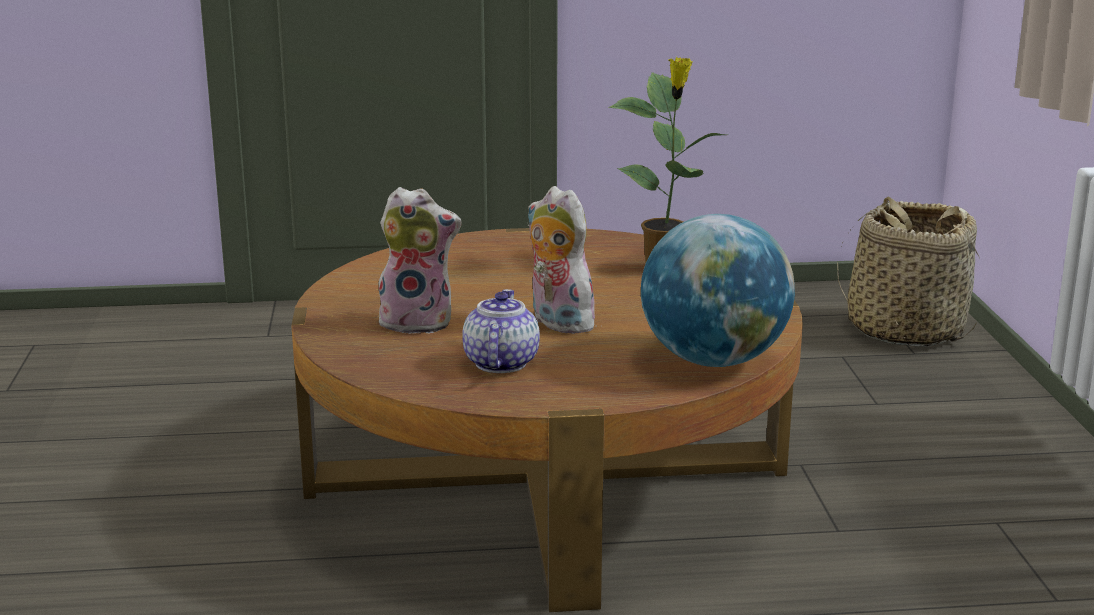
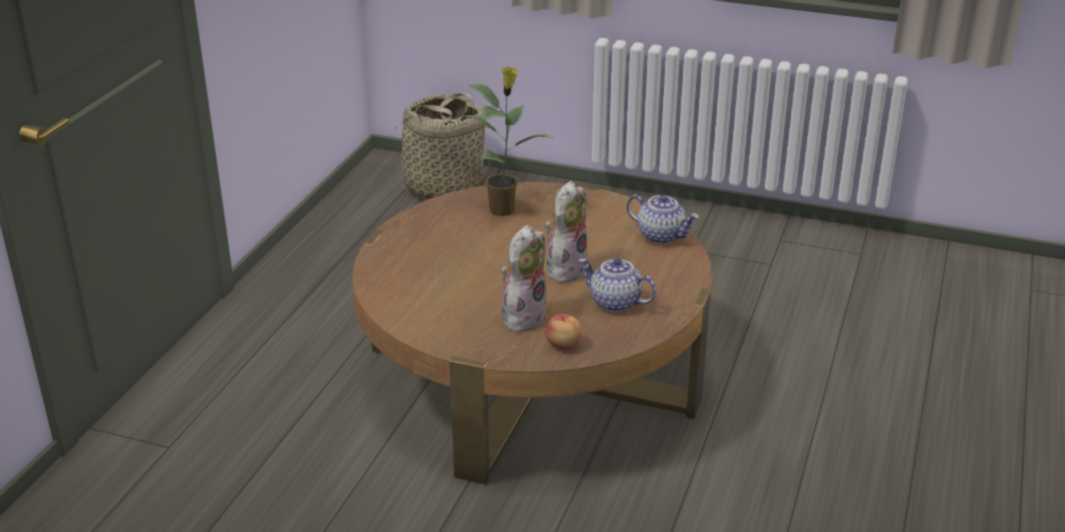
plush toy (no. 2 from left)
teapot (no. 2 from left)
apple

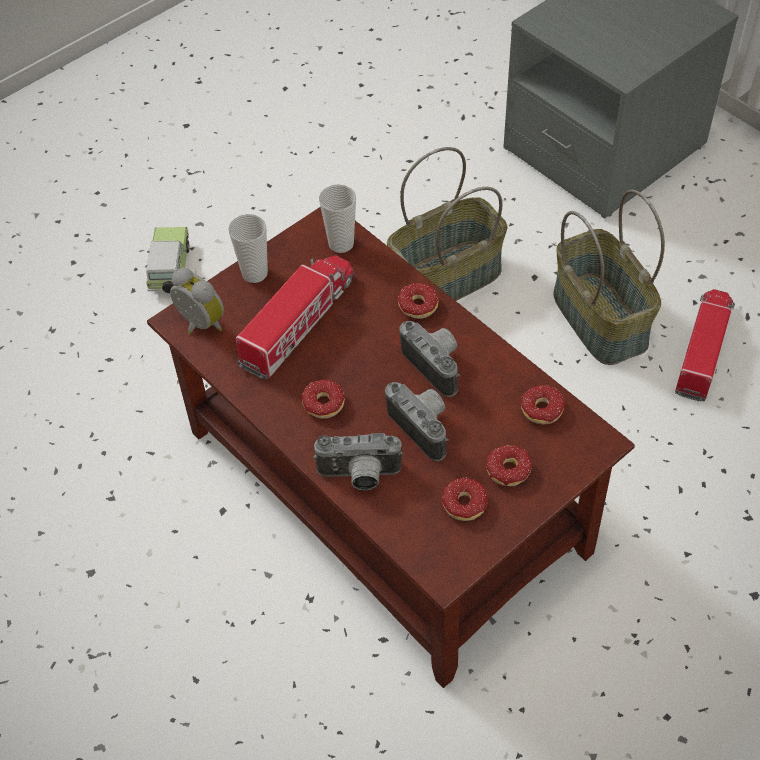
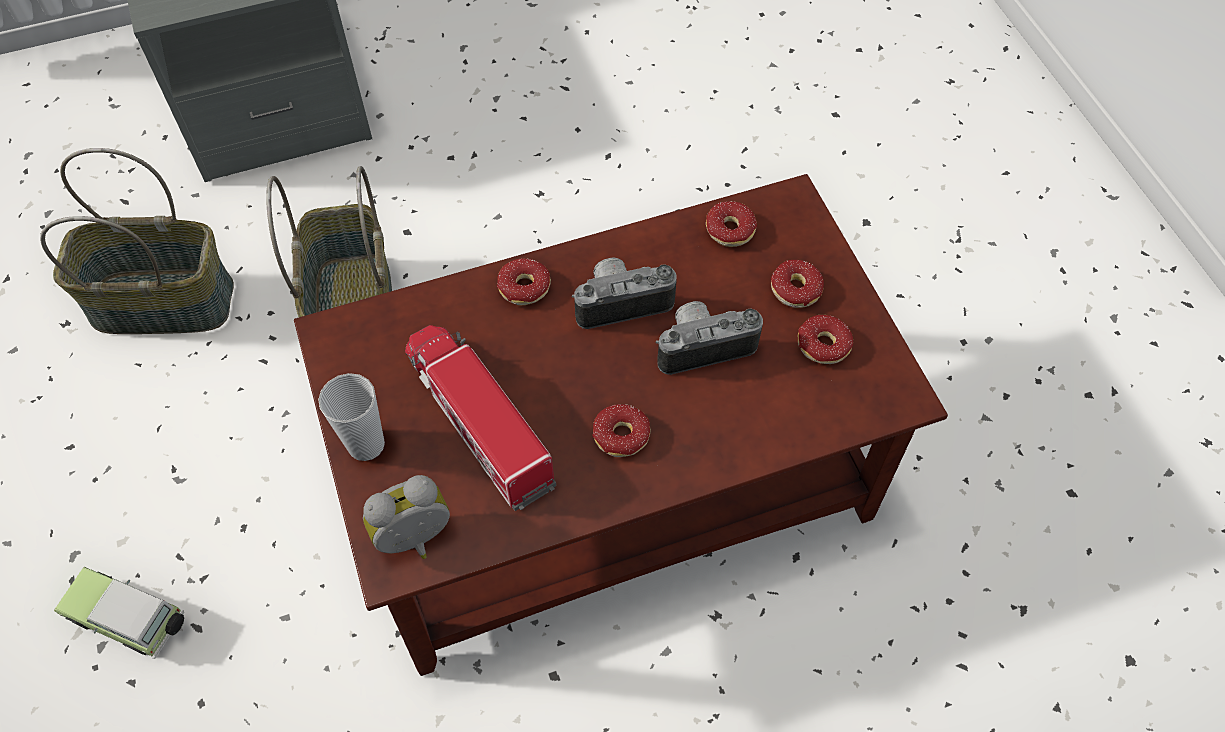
photo camera (no. 1 from left in the first image)
cup (no. 2 from left in the first image)
basket (no. 1 from left)
toy truck (no. 2 from left in the first image)

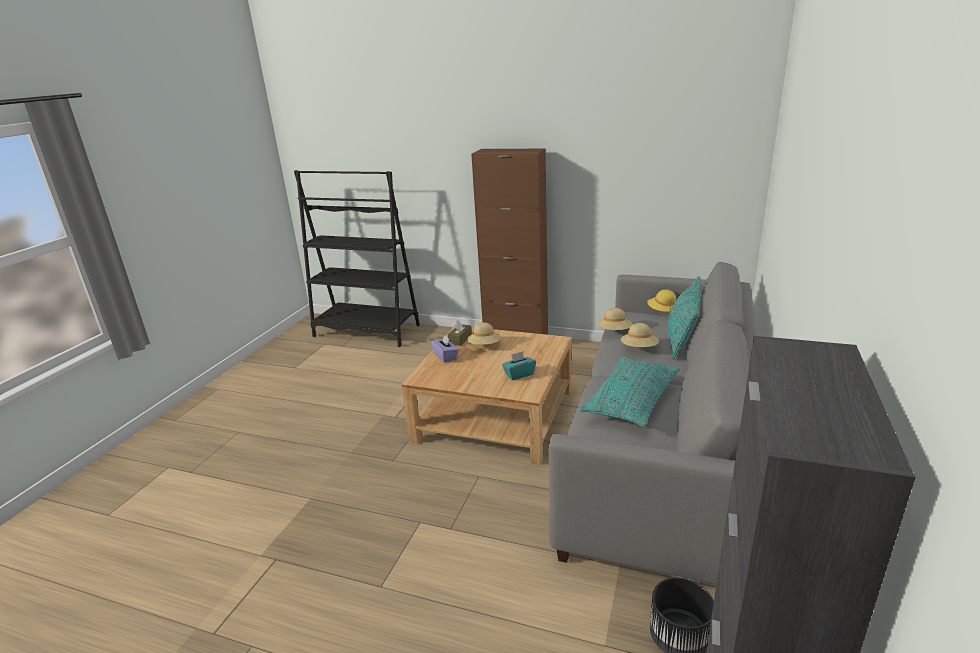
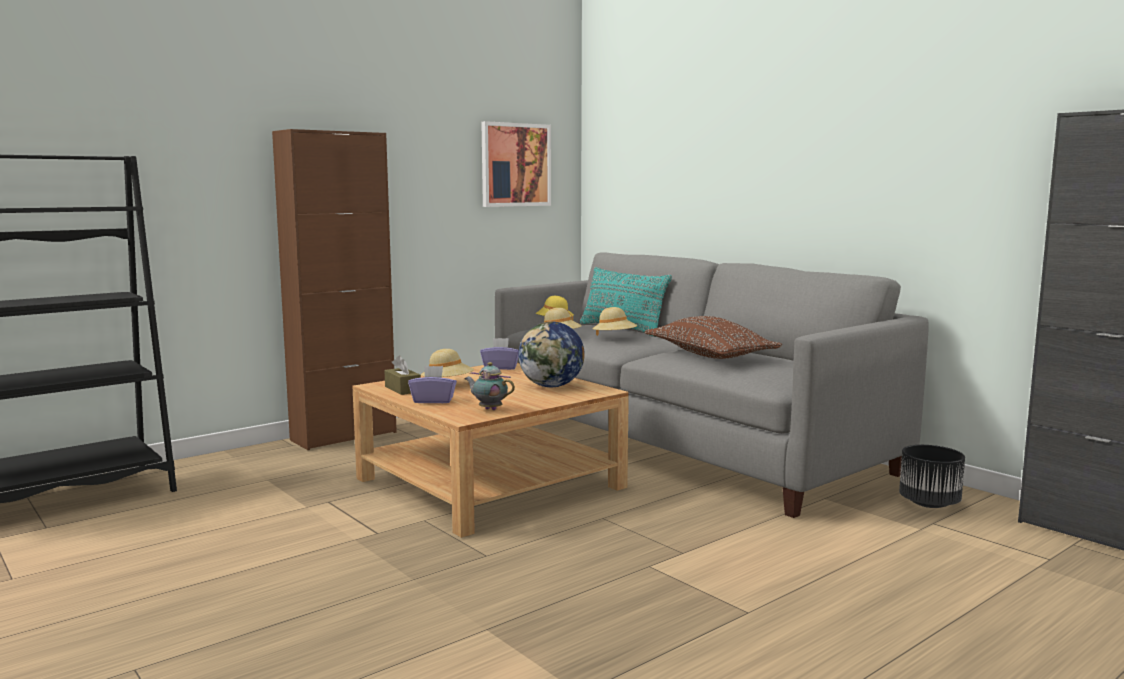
globe
brown pillow
teapot
purple tissue box (no. 2 from left)
picture

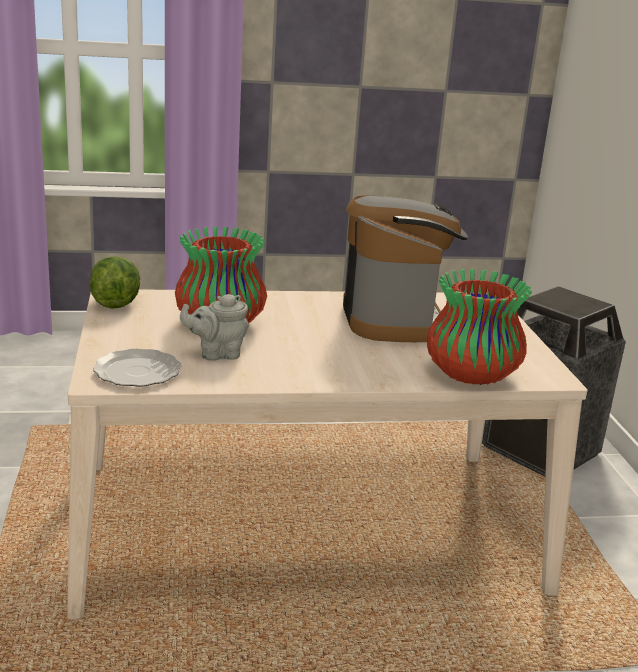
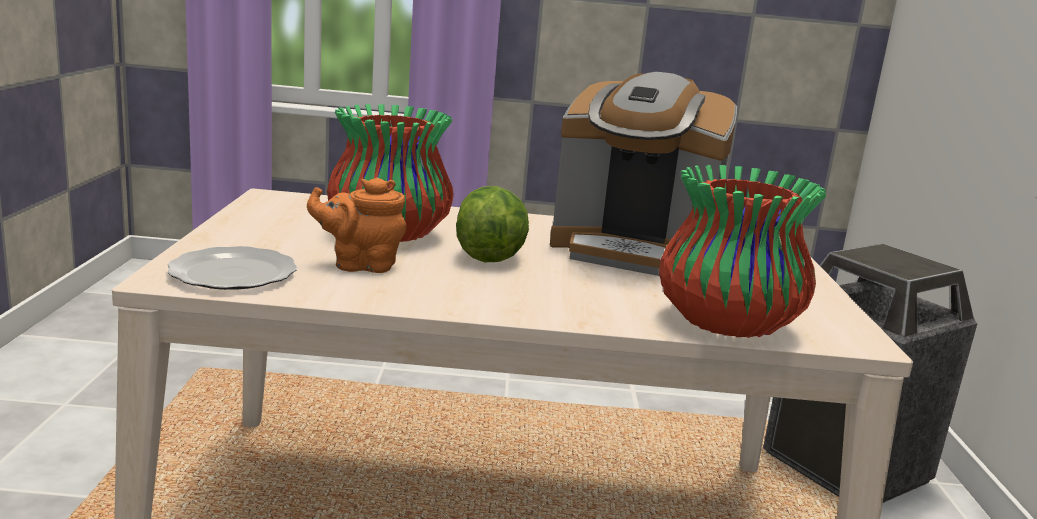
lettuce
orange teapot
coffee machine

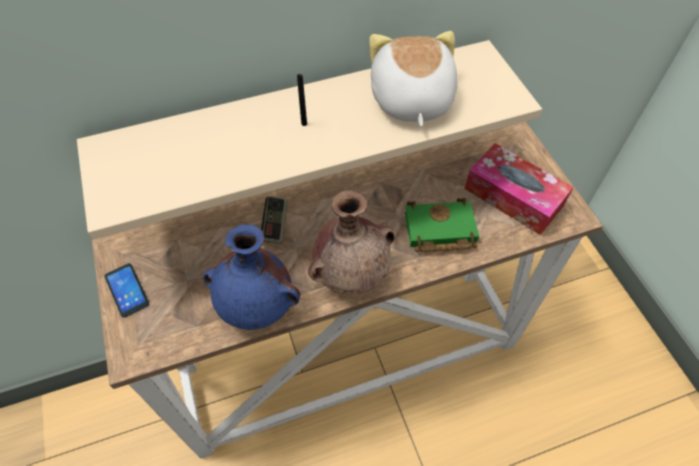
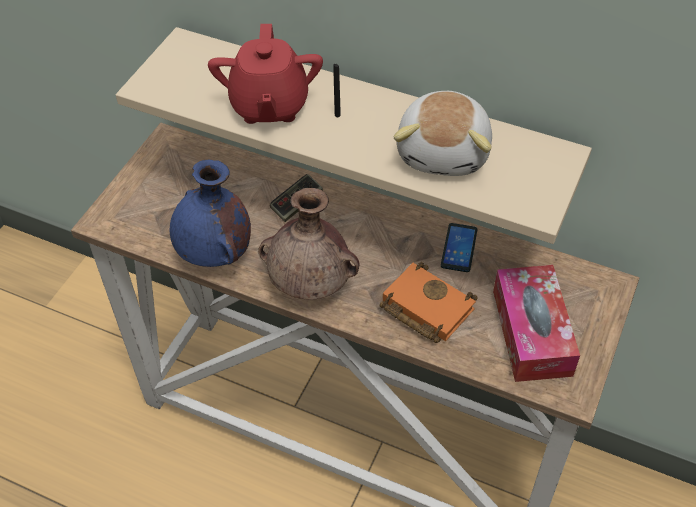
phone
plush toy
orange book
red teapot

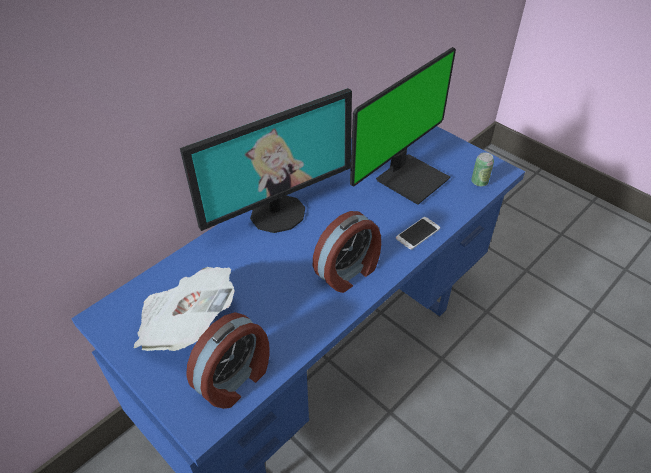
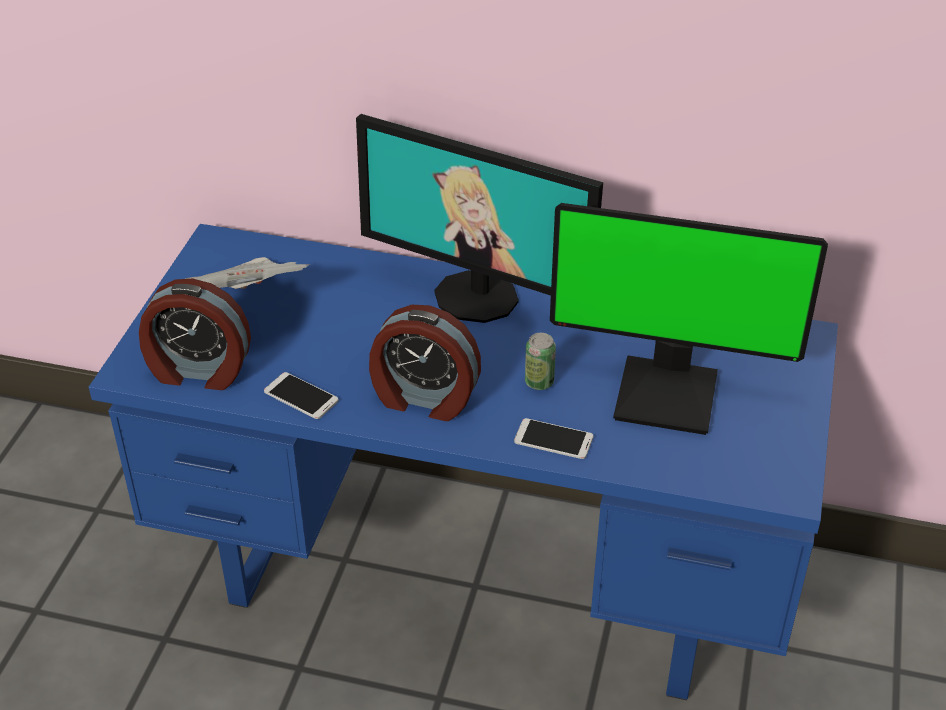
can
phone (no. 1 from left)

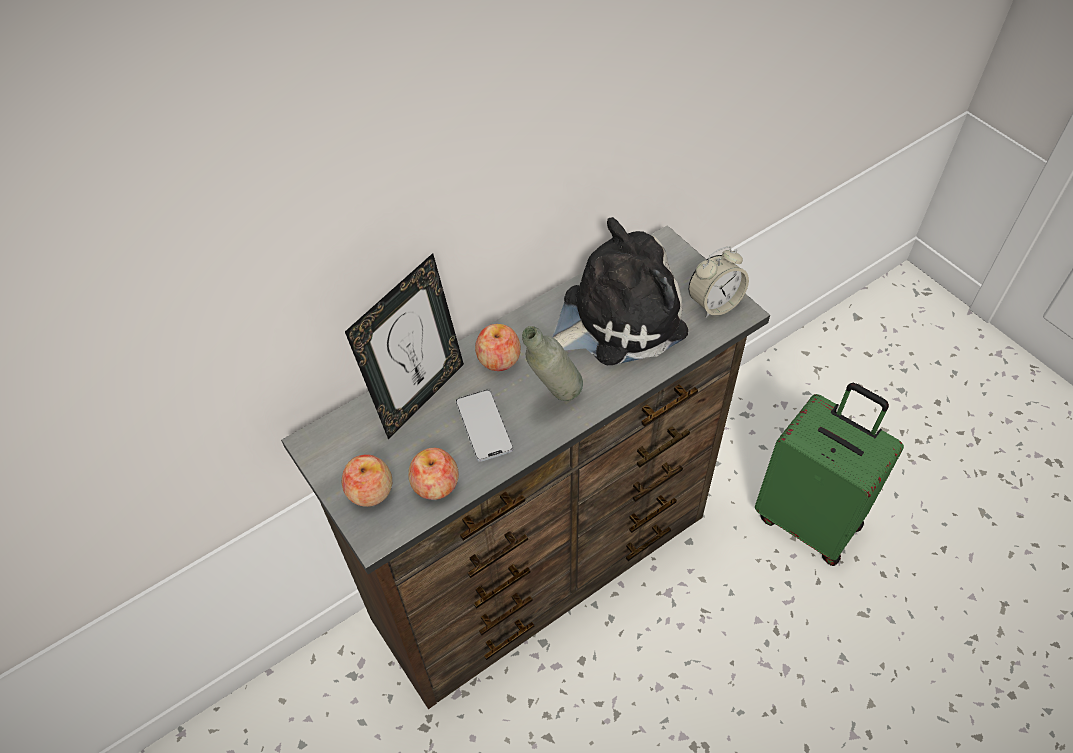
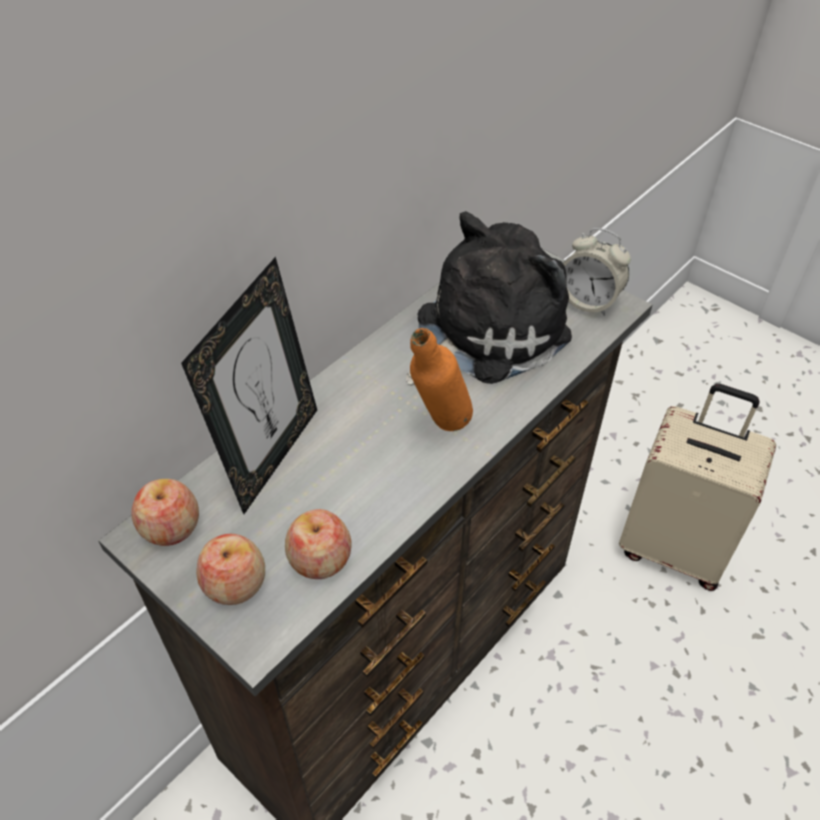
phone
apple (no. 1 from left)
orange bottle
alarm clock
beige suitcase

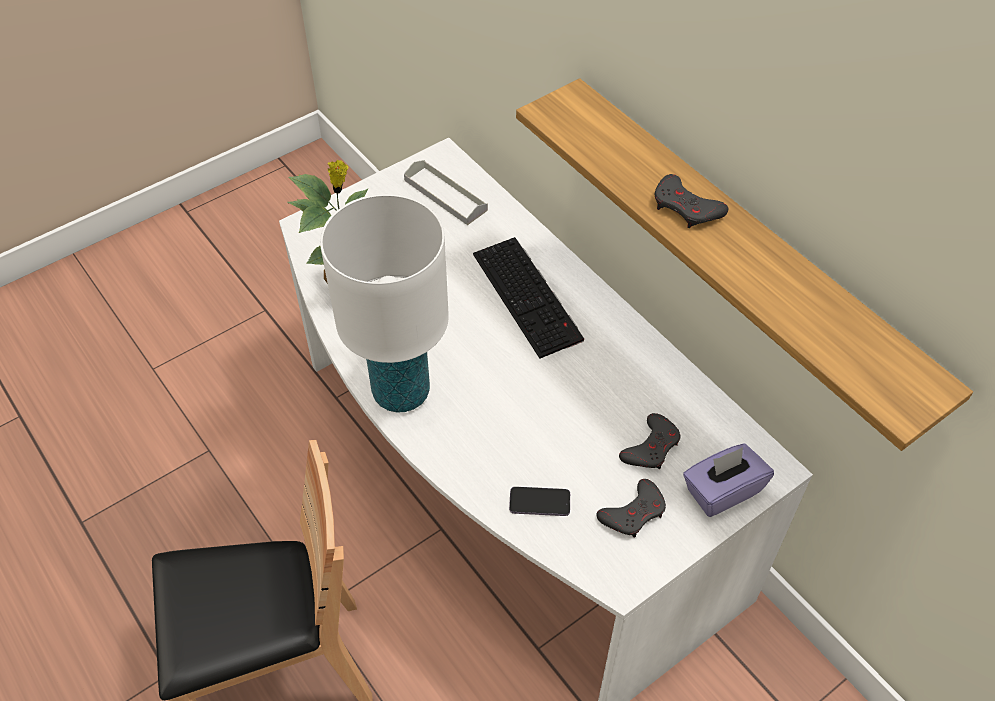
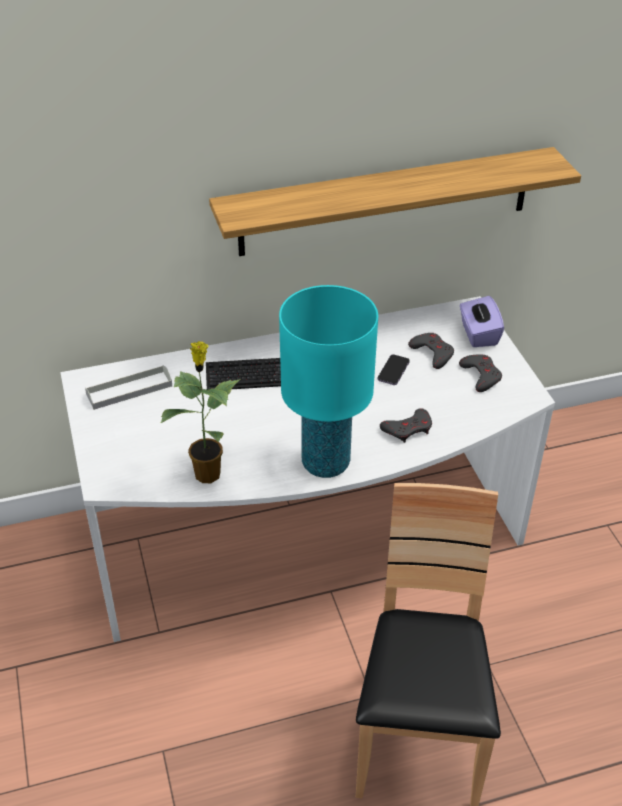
turquoise table lamp
phone
grey game controller (no. 1 from left)

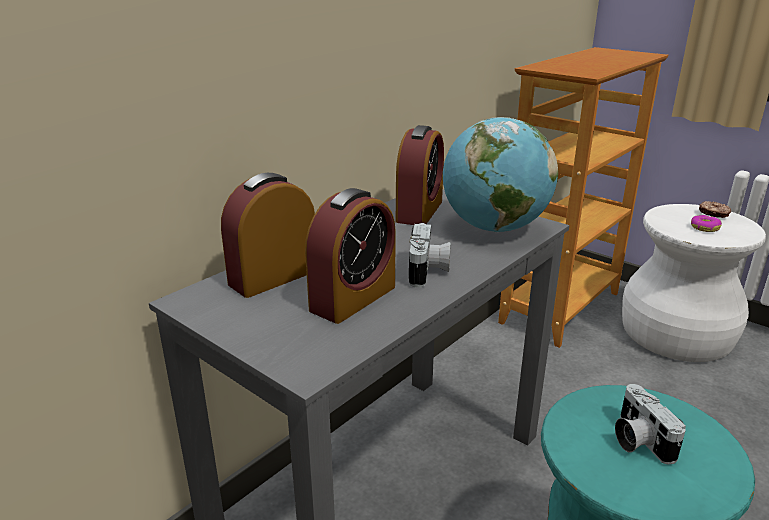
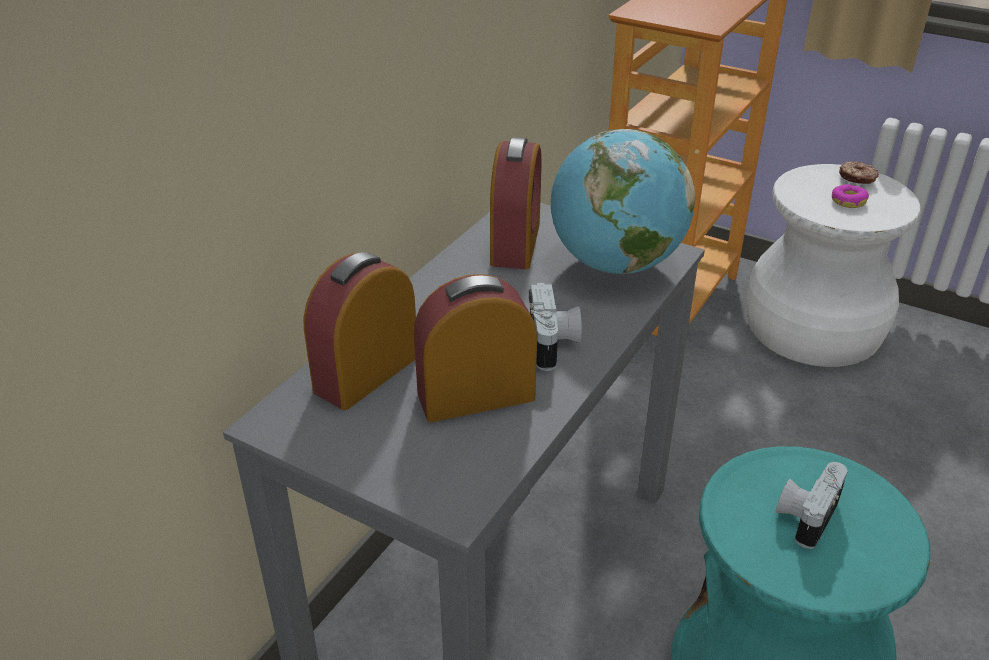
alarm clock (no. 2 from left)
photo camera (no. 2 from left)

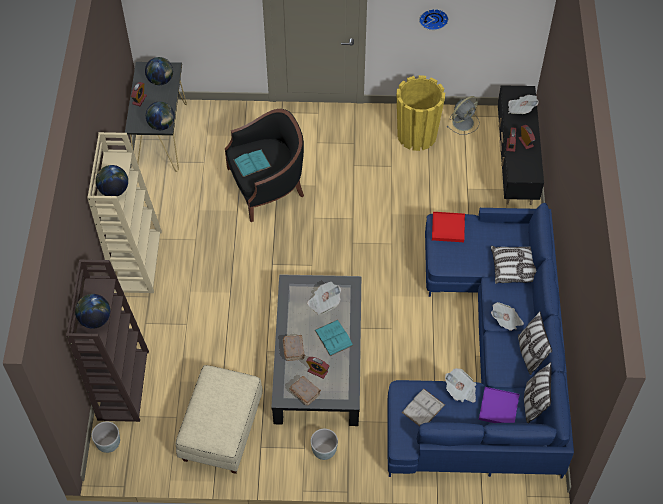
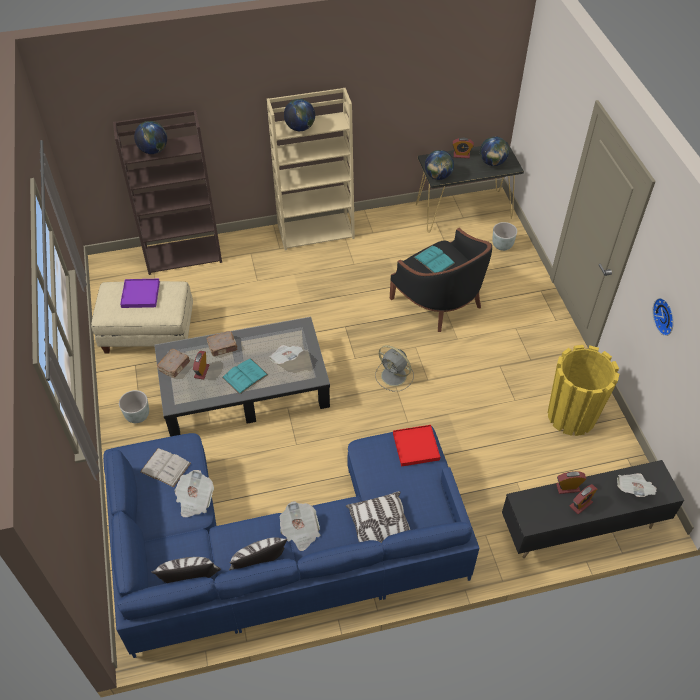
grey planter (no. 2 from left)
grey fan
purple tray

